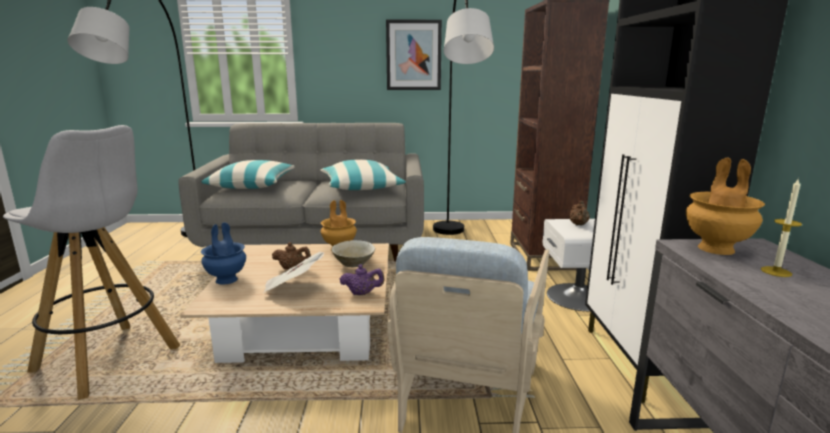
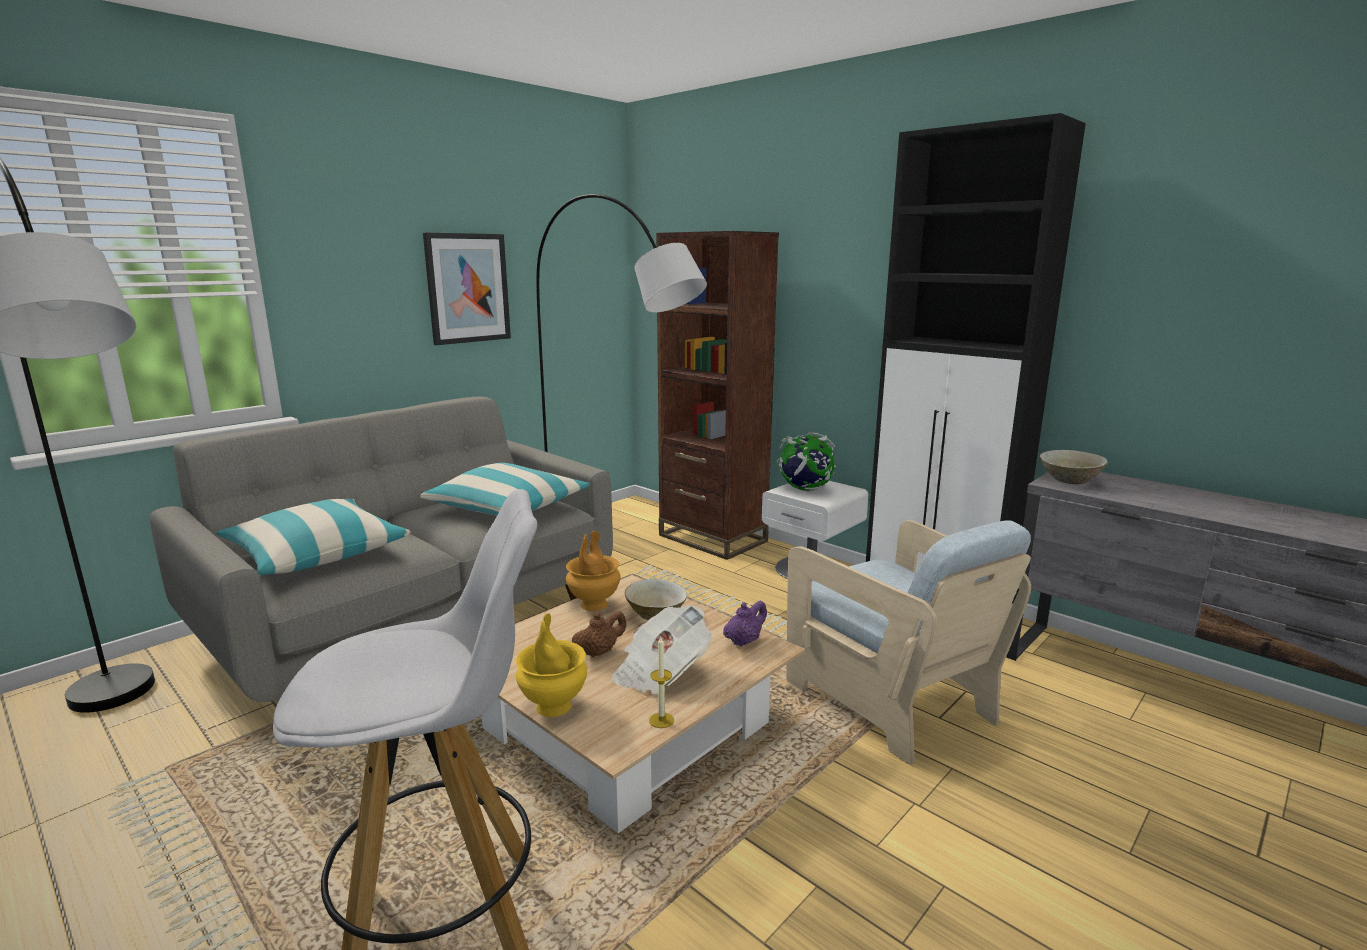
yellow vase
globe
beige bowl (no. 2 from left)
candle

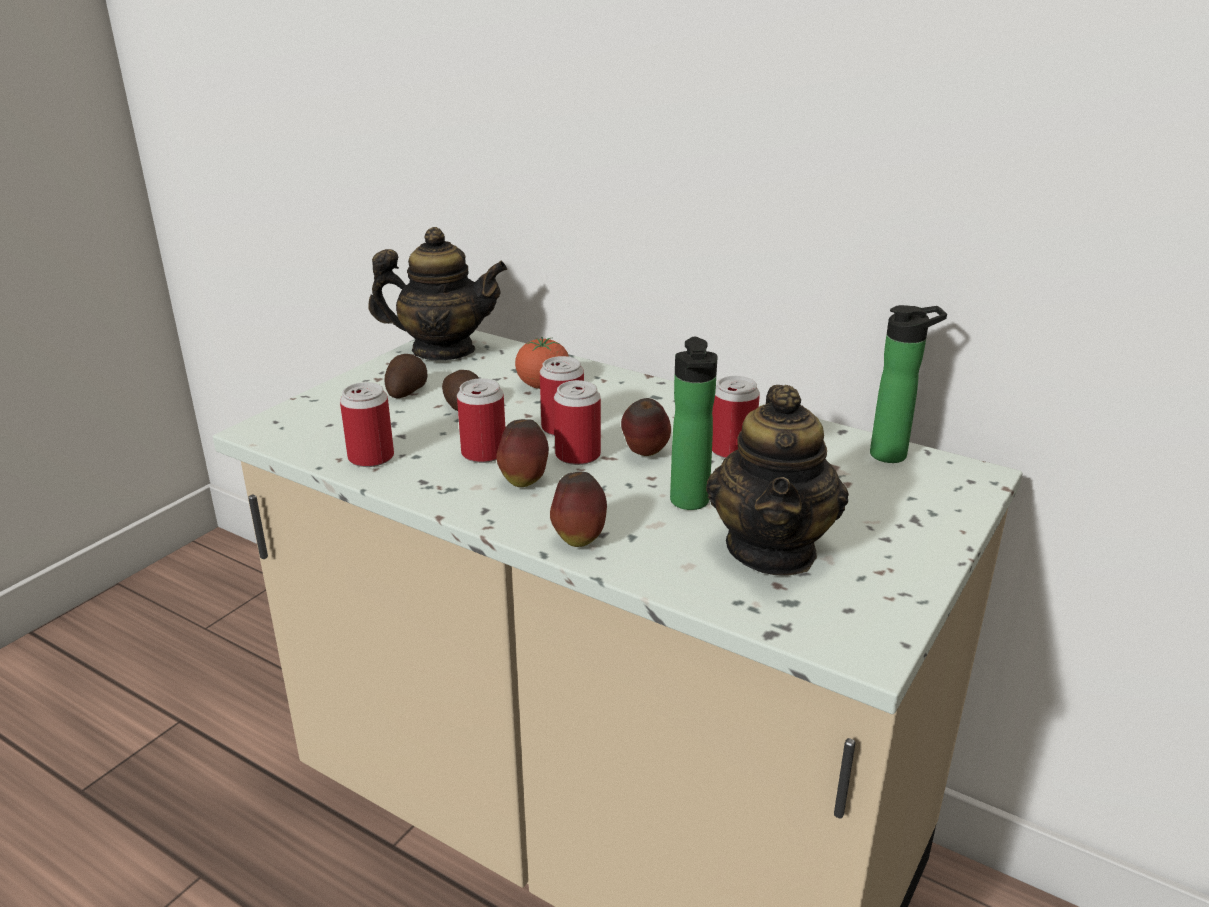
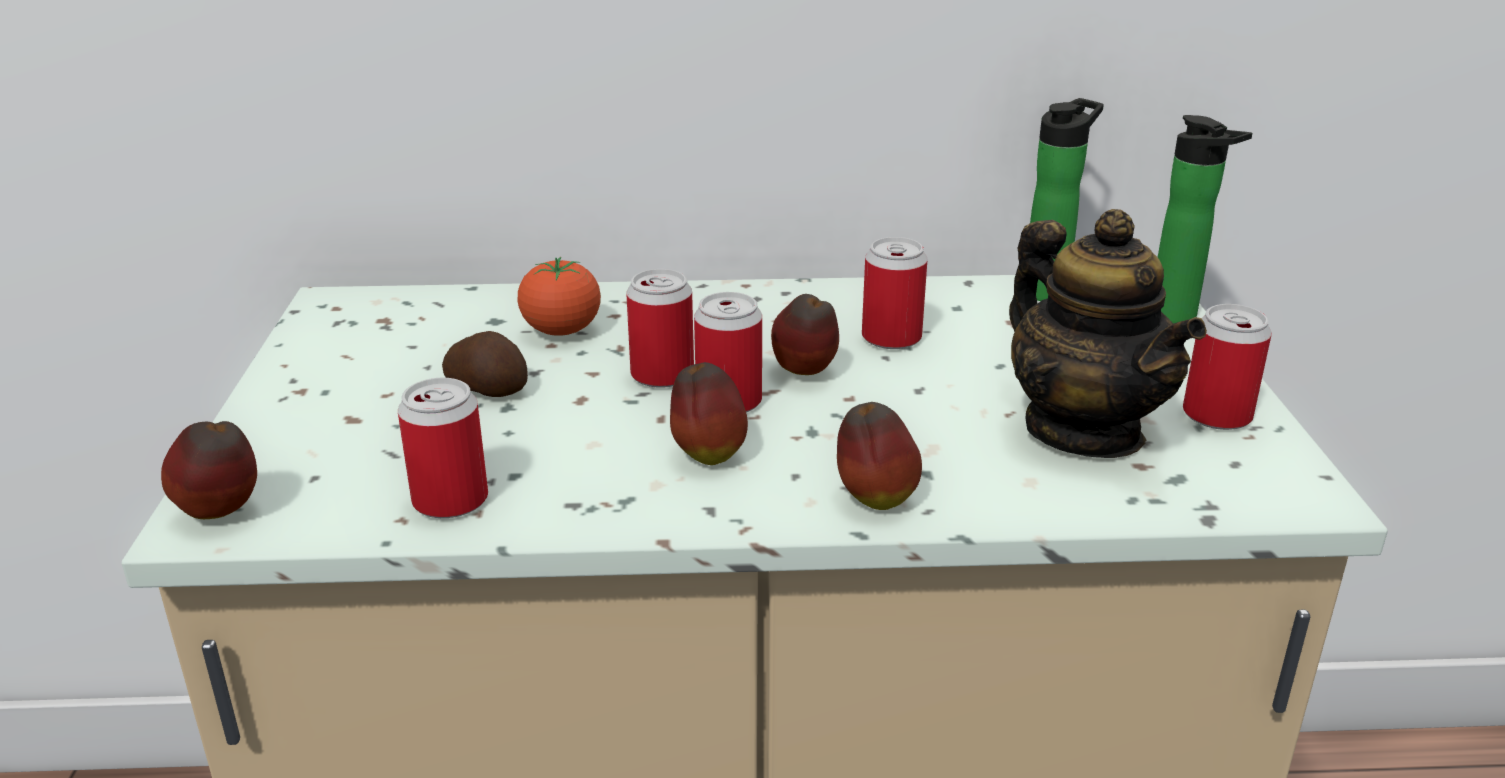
teapot (no. 1 from left in the first image)
potato (no. 1 from left in the first image)
can (no. 5 from left)
bottle (no. 2 from left)
apple (no. 1 from left)

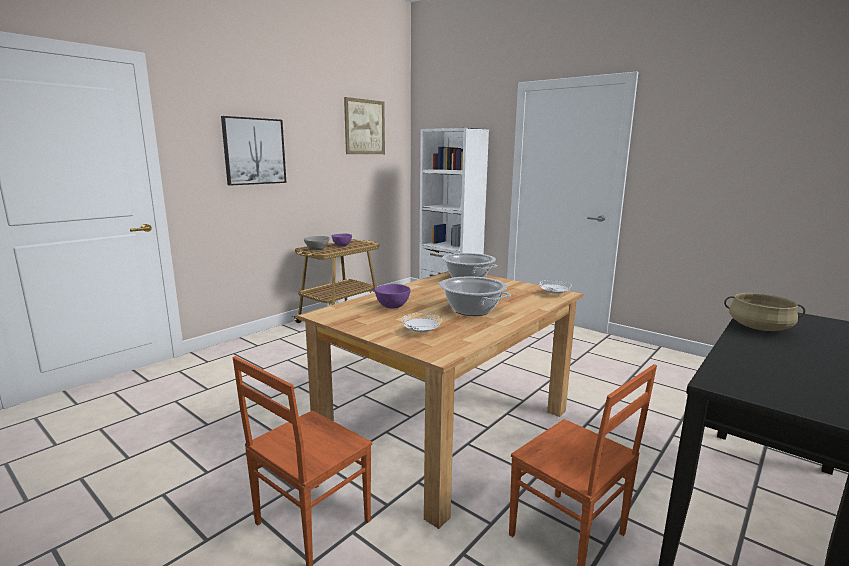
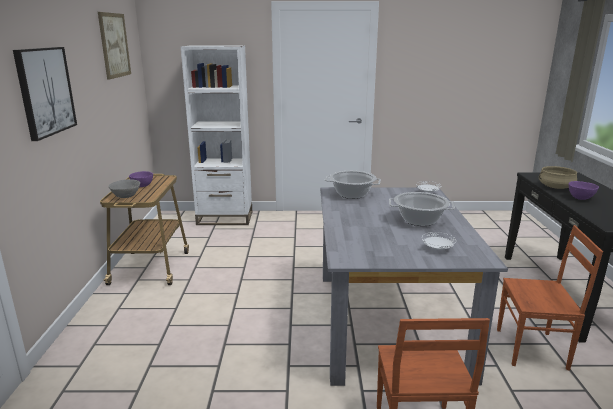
grey dining table
purple bowl (no. 2 from left)

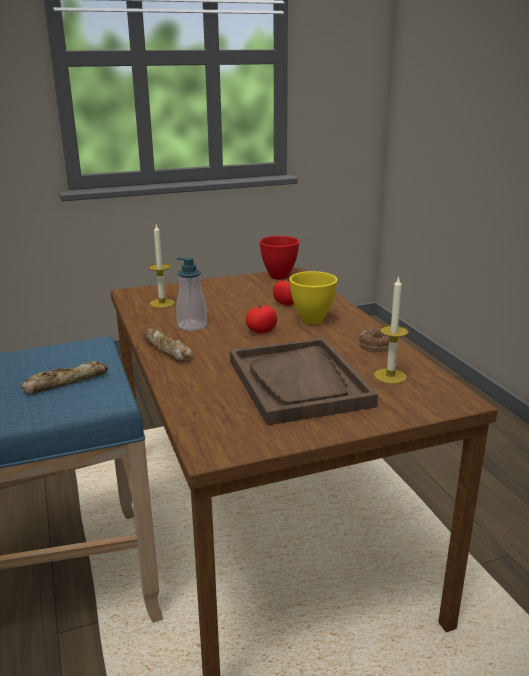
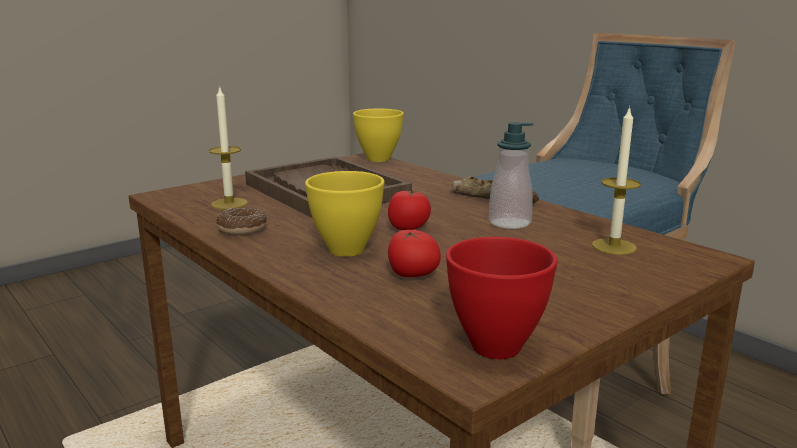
bread (no. 1 from left in the first image)
yellow bowl (no. 2 from left)

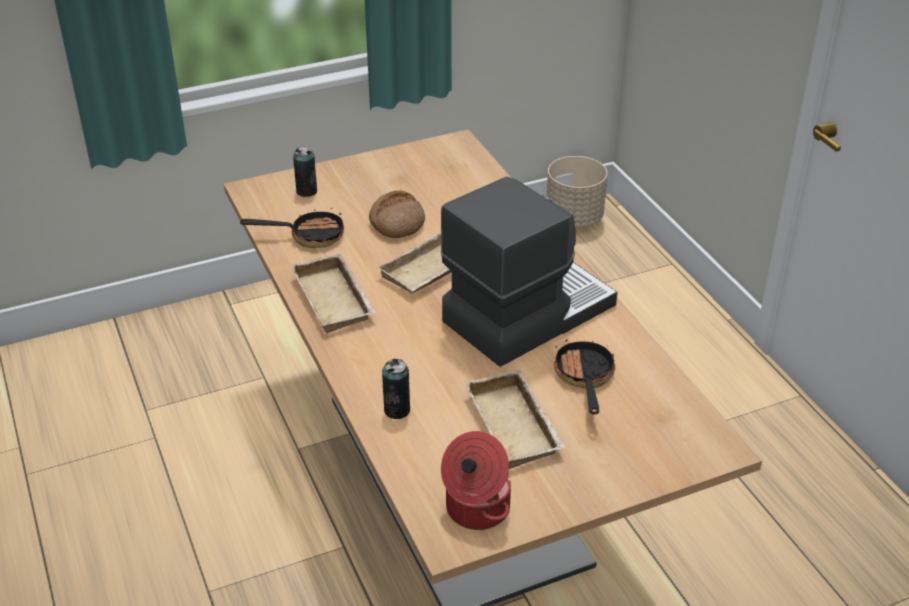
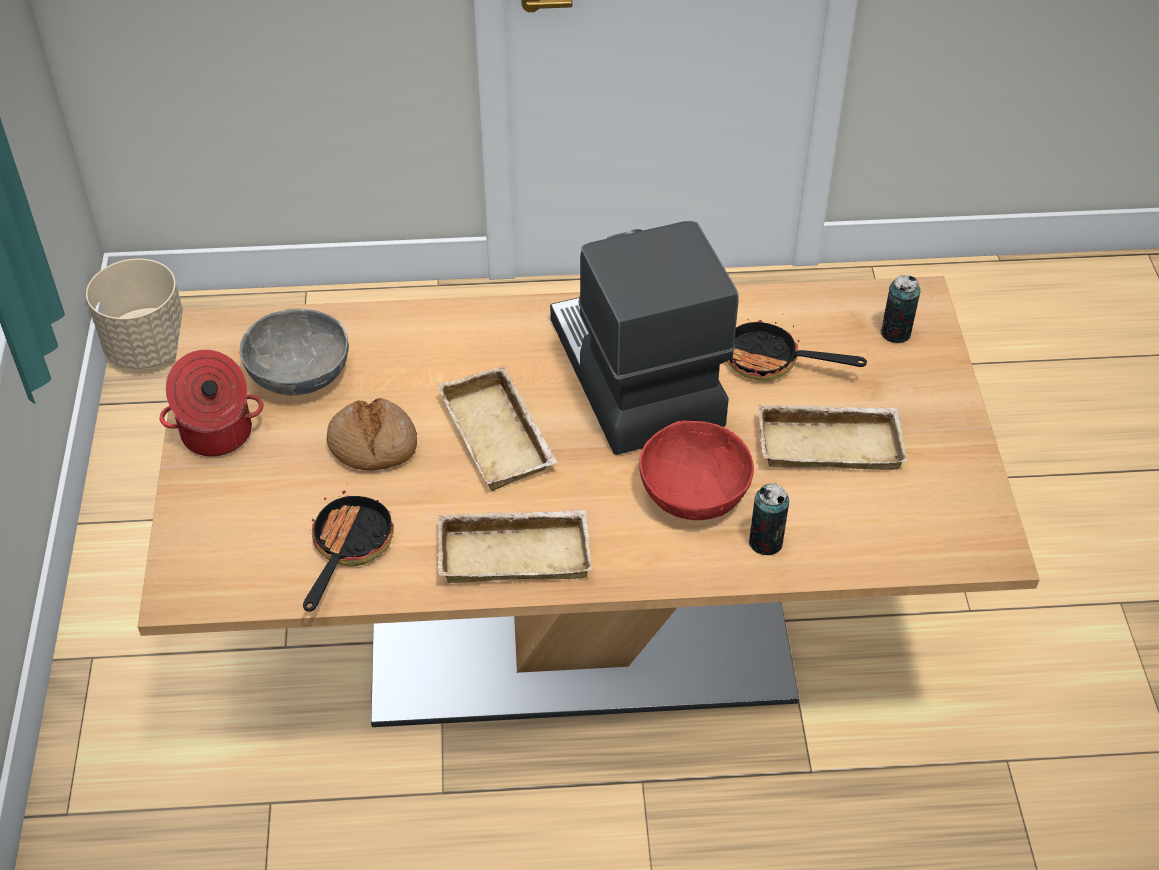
can (no. 2 from left)
cooking pot
grey bowl
red bowl

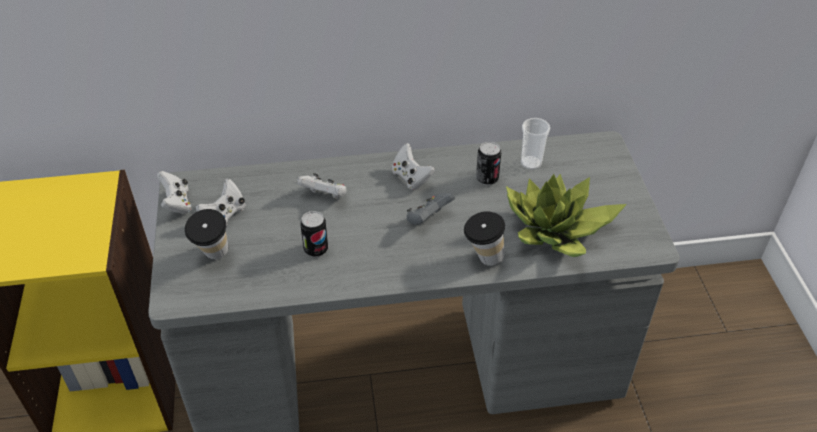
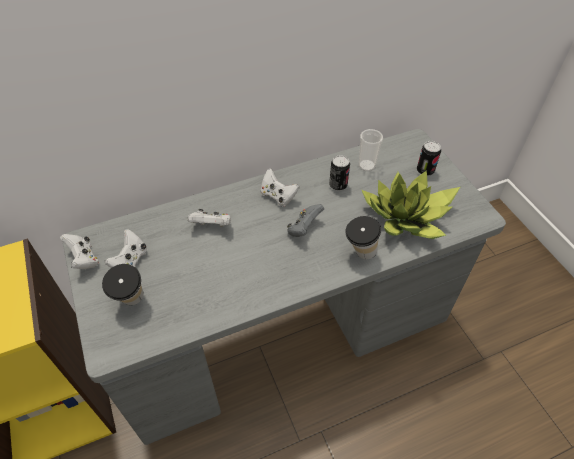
can (no. 2 from left)

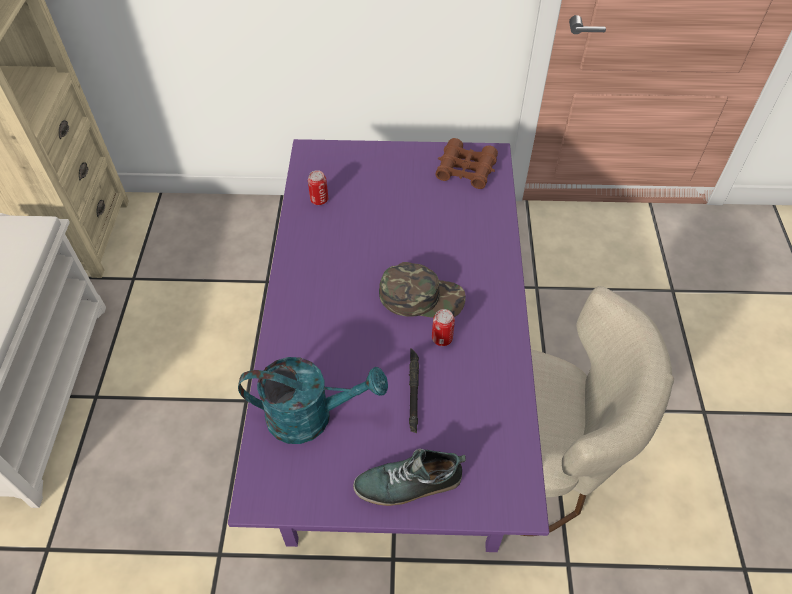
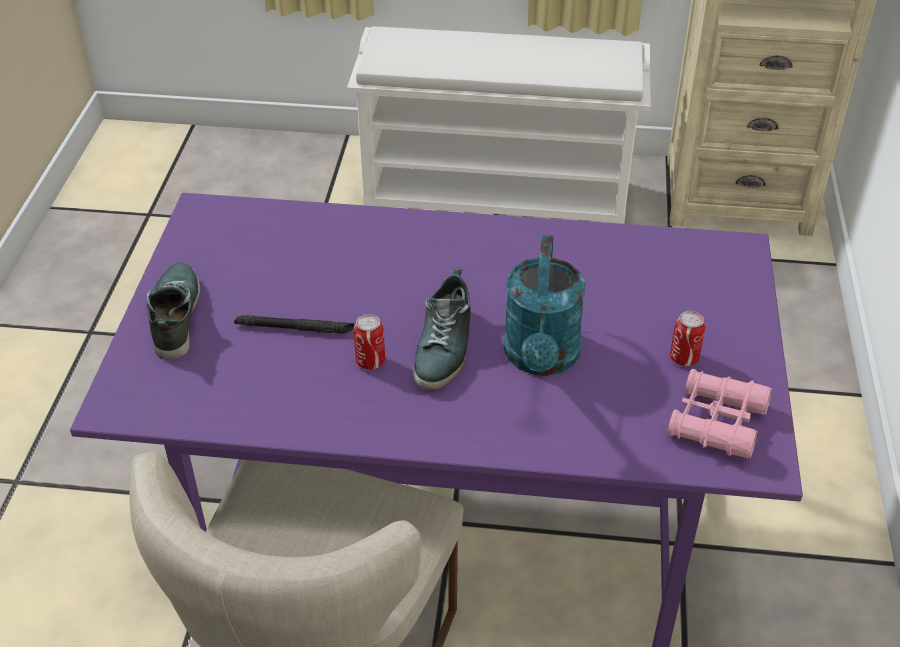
turquoise watering can
can (no. 2 from left)
shoe (no. 2 from left)
pink binoculars

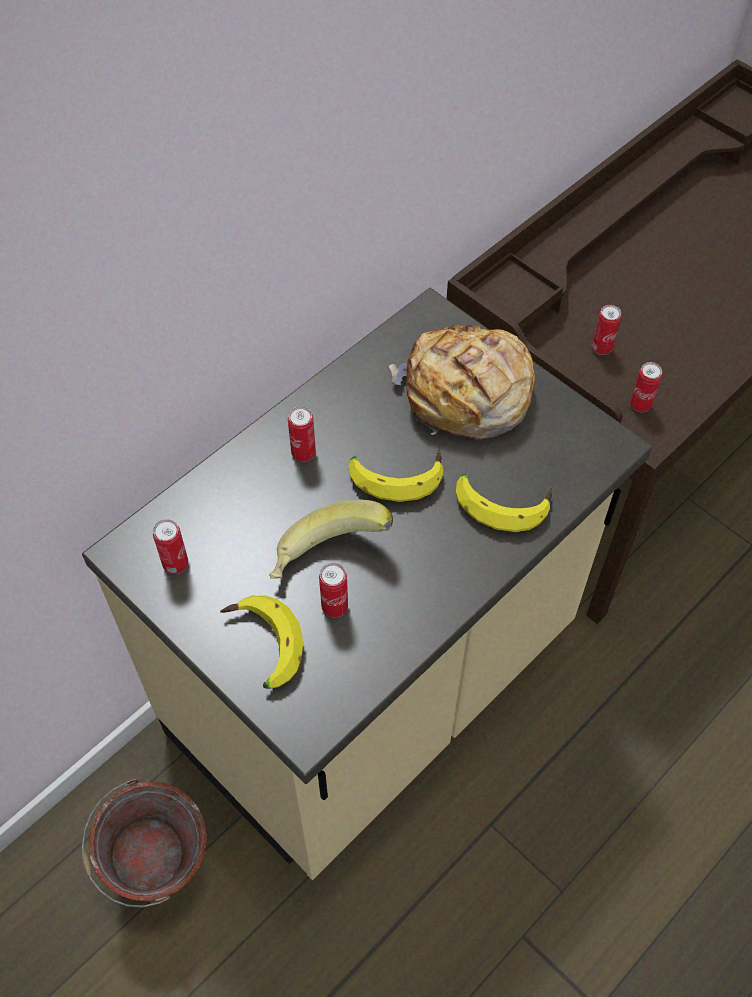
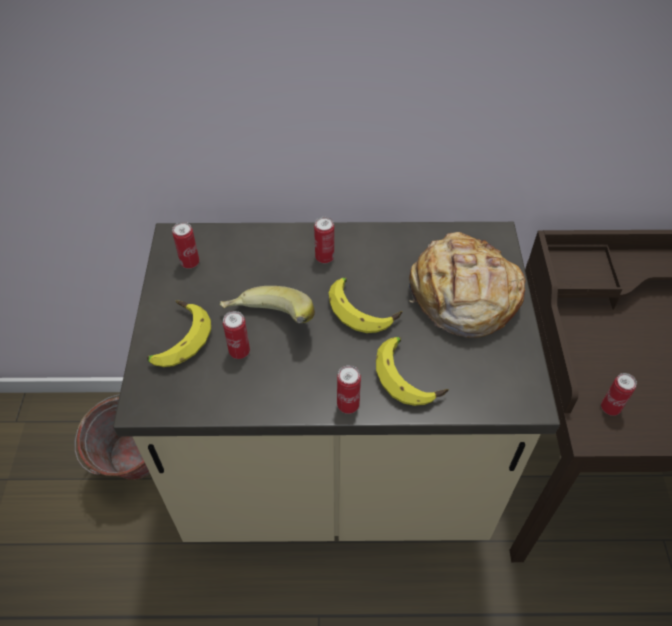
can (no. 4 from left)

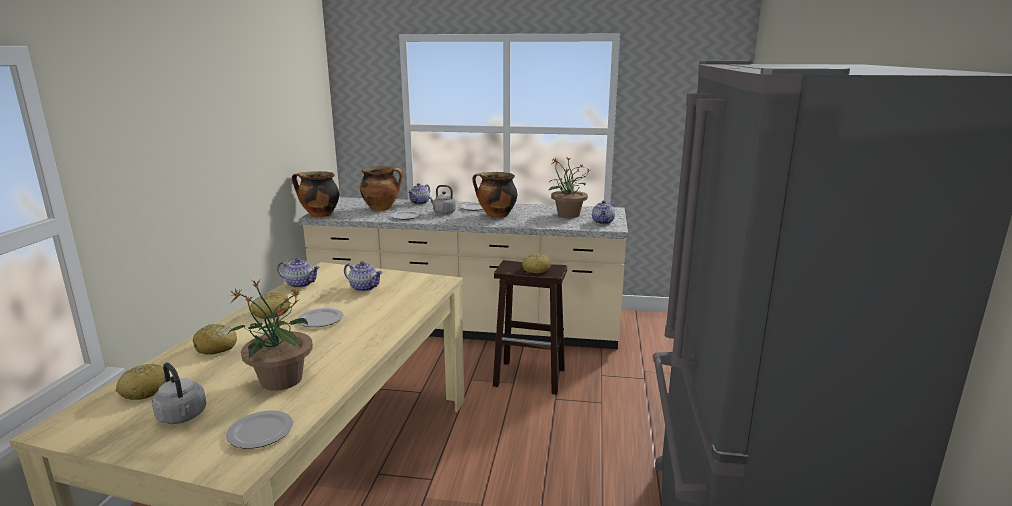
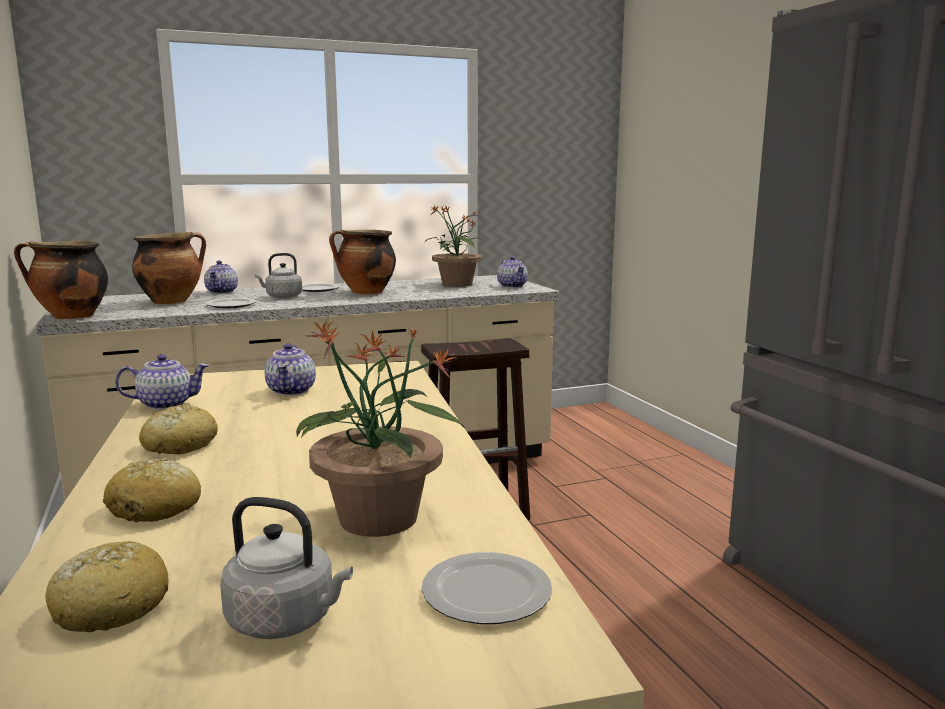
plate (no. 2 from left in the first image)
teapot (no. 3 from left)
bread (no. 4 from left in the first image)

